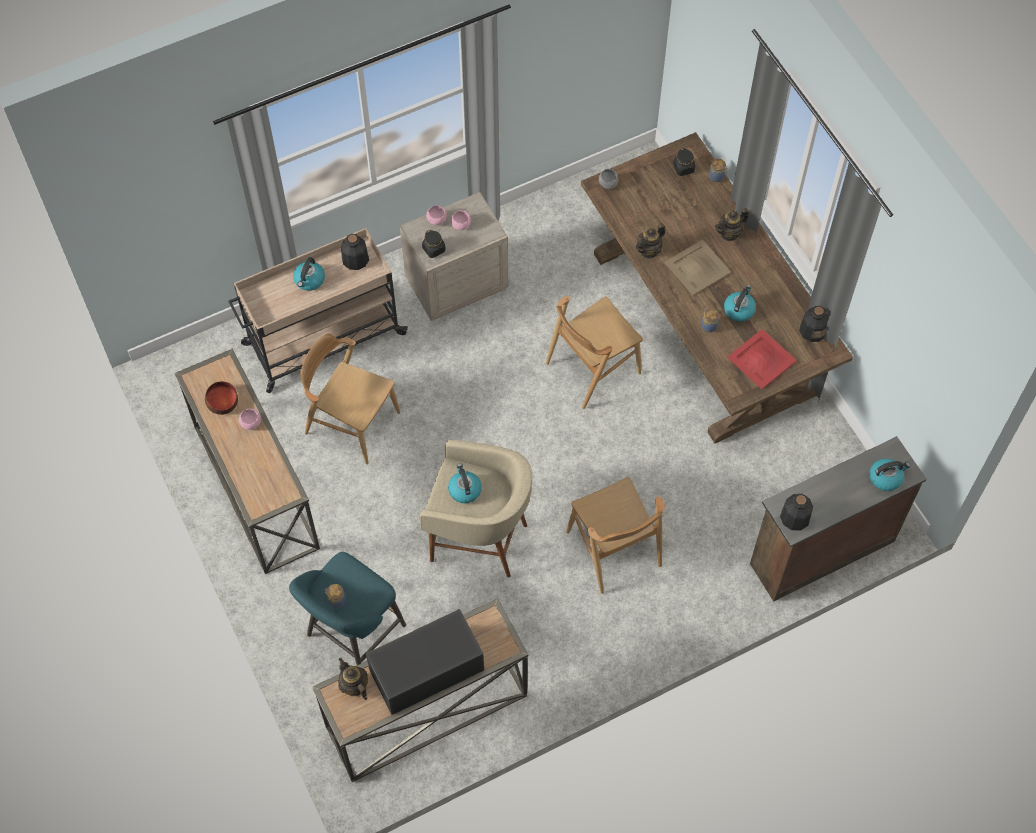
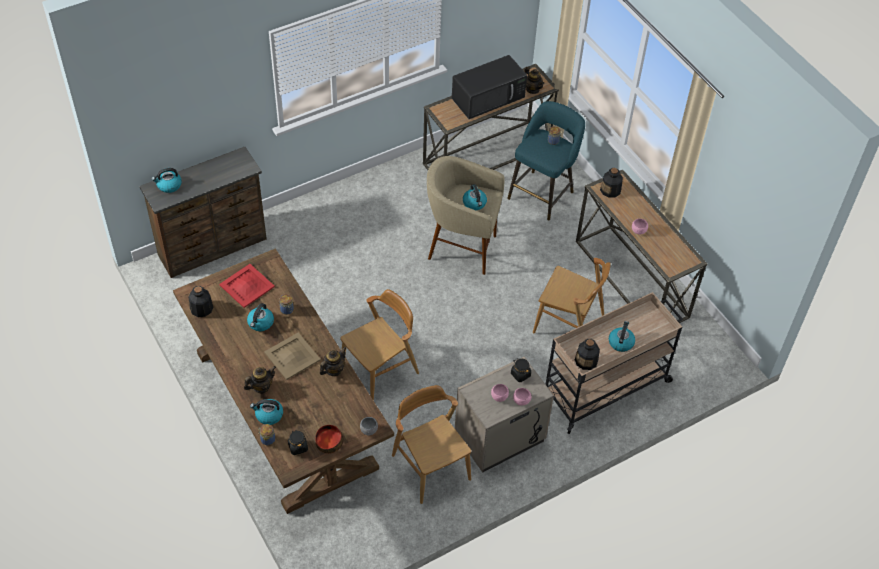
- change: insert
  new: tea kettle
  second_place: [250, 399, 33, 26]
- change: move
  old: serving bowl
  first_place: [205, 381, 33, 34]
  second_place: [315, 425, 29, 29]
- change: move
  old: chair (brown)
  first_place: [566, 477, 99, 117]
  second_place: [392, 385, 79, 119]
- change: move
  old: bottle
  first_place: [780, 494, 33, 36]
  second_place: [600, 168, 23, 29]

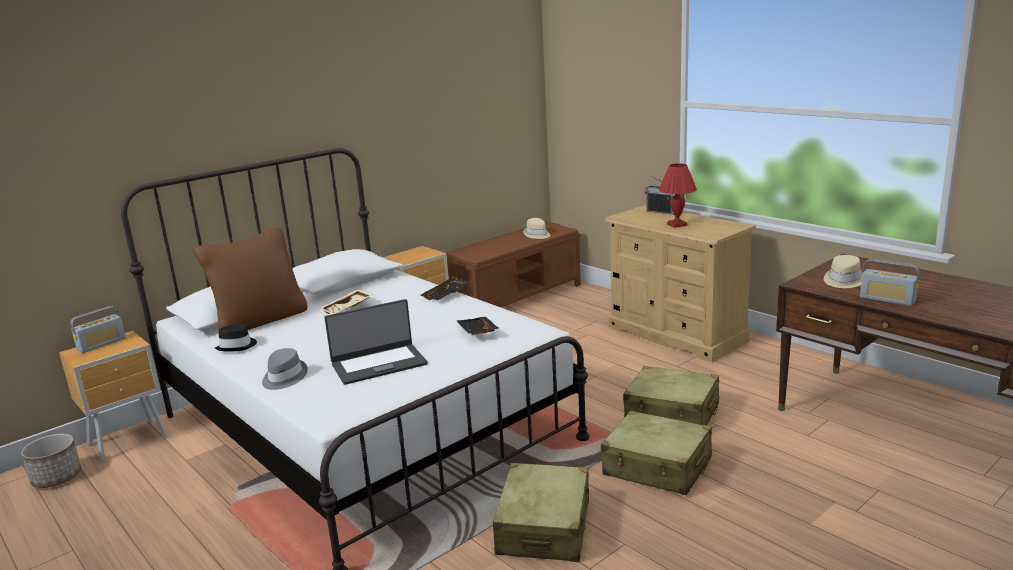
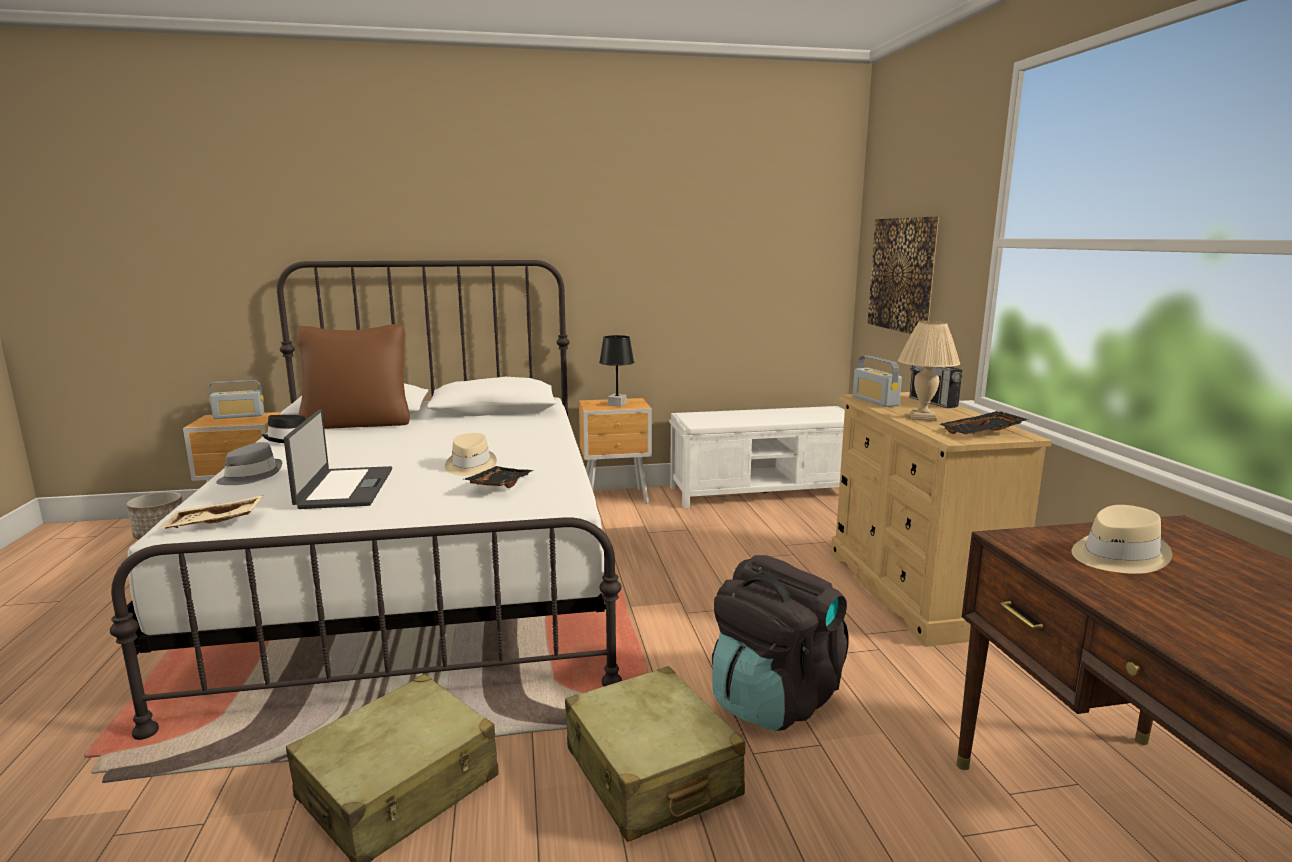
- change: insert
  new: lamp for a table (black-coloured)
  second_place: [599, 335, 35, 72]
- change: insert
  new: picture
  second_place: [867, 217, 72, 117]
- change: move
  old: carrying tray (beige-coloured)
  first_place: [319, 289, 55, 25]
  second_place: [158, 495, 106, 34]
- change: move
  old: carrying tray (black-coloured)
  first_place: [420, 277, 51, 23]
  second_place: [939, 411, 90, 23]
- change: move
  old: clothing hat (beige-coloured)
  first_place: [523, 218, 27, 21]
  second_place: [445, 433, 52, 43]
- change: move
  old: radio receiver
  first_place: [860, 259, 59, 47]
  second_place: [853, 356, 49, 51]
- change: replace
  old: suitcase (beige-coloured)
  new: rucksack (black-coloured)
  first_place: [623, 366, 96, 59]
  second_place: [712, 555, 137, 176]
- change: recolor
  old: long seat (brown)
  new: long seat (white-coloured)
  first_place: [445, 221, 136, 86]
  second_place: [669, 406, 176, 102]
- change: recolor
  old: lamp for a table (red-coloured)
  new: lamp for a table (beige-coloured)
  first_place: [659, 164, 38, 64]
  second_place: [898, 321, 62, 100]
- change: rotate
  old: portable computer
  first_place: [324, 299, 104, 86]
  second_place: [284, 409, 108, 100]
  degrees: -105

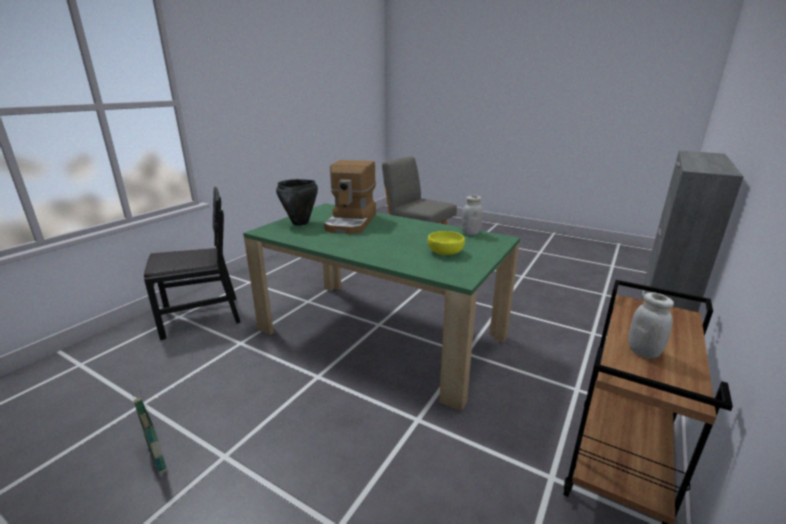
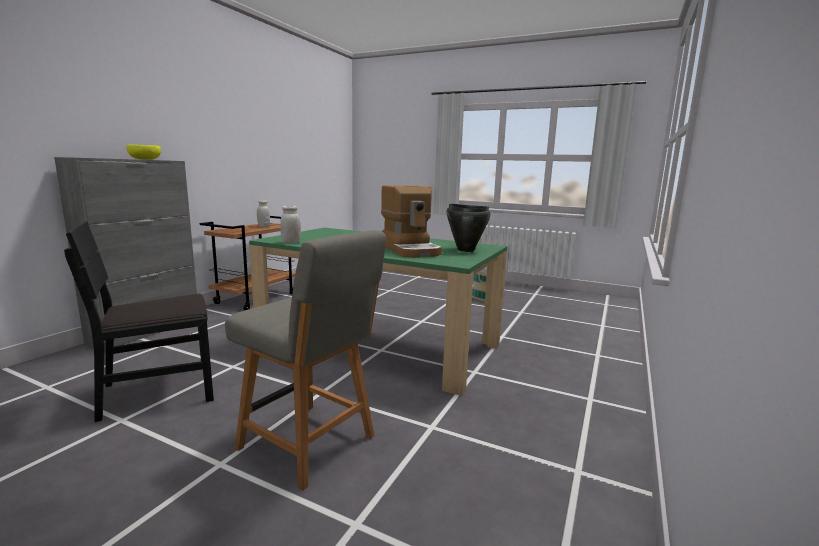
- change: move
  old: chair (black-coloured)
  first_place: [144, 187, 96, 153]
  second_place: [64, 221, 150, 201]
- change: move
  old: serving bowl (yellow)
  first_place: [428, 231, 37, 24]
  second_place: [127, 145, 34, 15]
- change: rotate
  old: coffee brewer
  first_place: [324, 160, 52, 74]
  second_place: [381, 185, 61, 73]
  degrees: 150

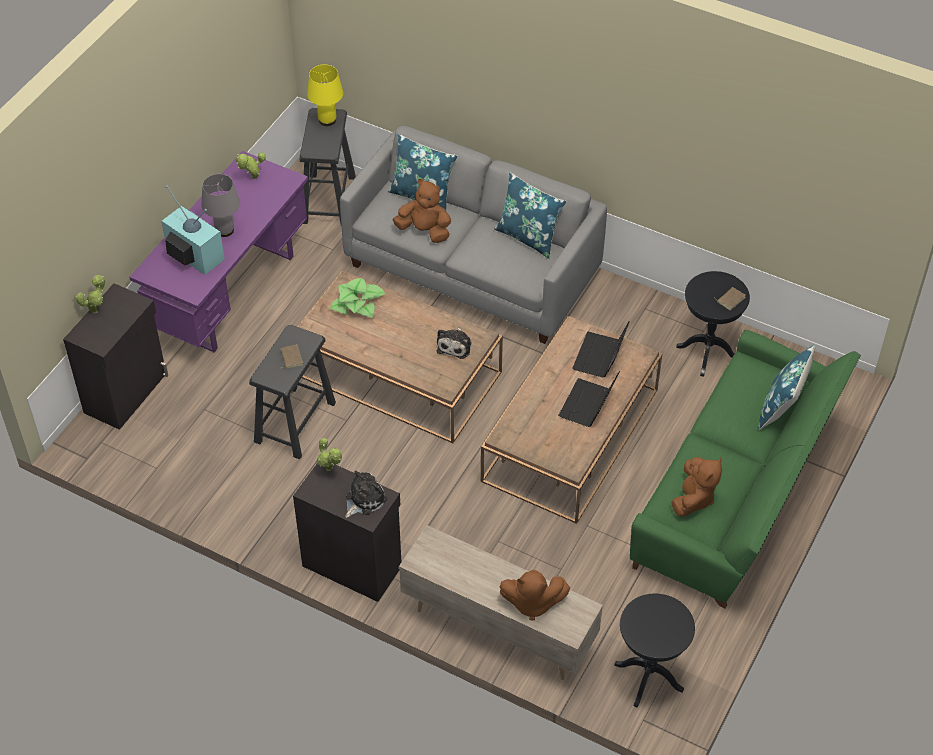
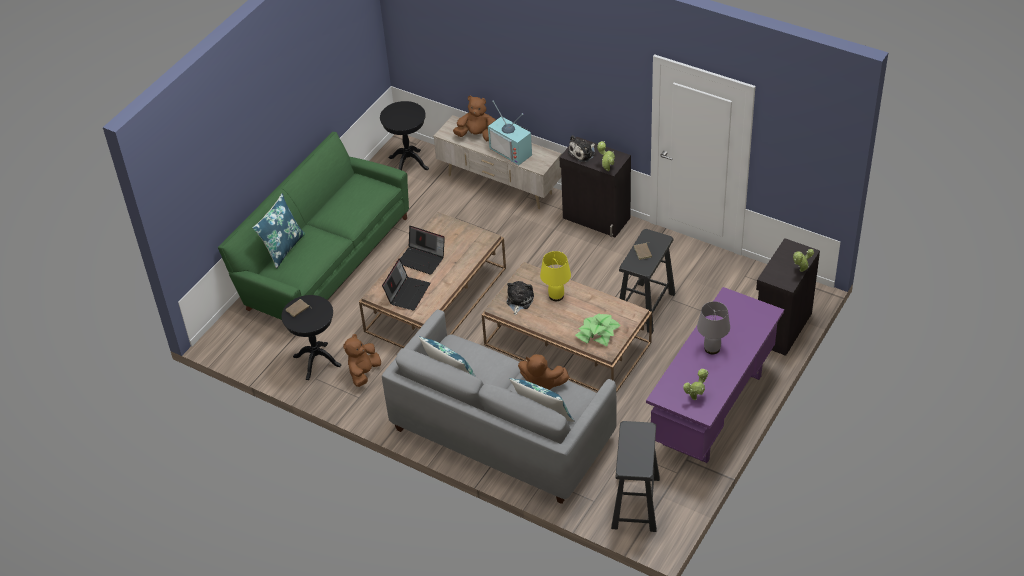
- change: move
  old: television
  first_place: [162, 185, 63, 90]
  second_place: [488, 100, 44, 65]
- change: move
  old: lamp for a table (yellow)
  first_place: [307, 64, 36, 62]
  second_place: [540, 251, 31, 50]
- change: move
  old: plush toy (brown)
  first_place: [672, 457, 50, 59]
  second_place: [343, 334, 38, 53]
- change: rotate
  old: portable computer
  first_place: [558, 371, 62, 56]
  second_place: [400, 226, 45, 49]
  degrees: 90

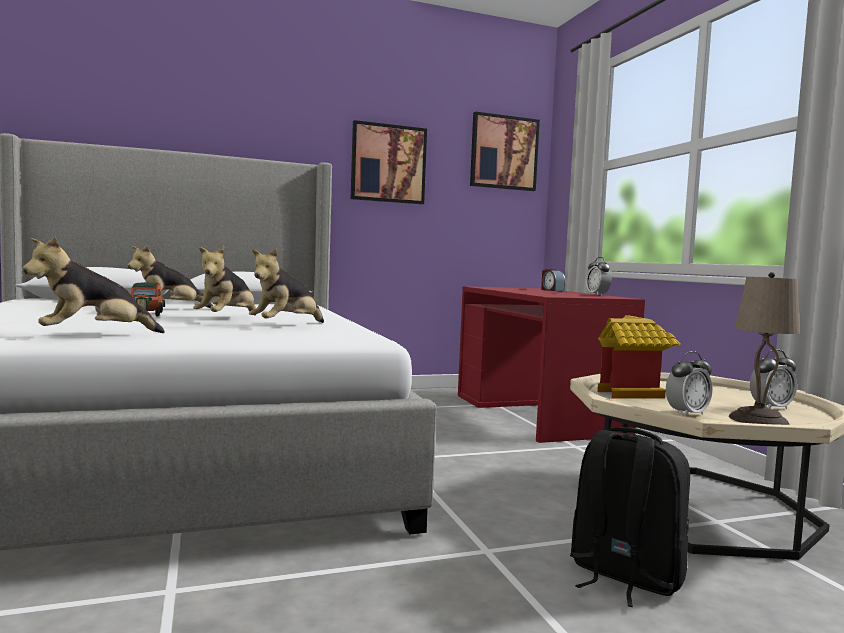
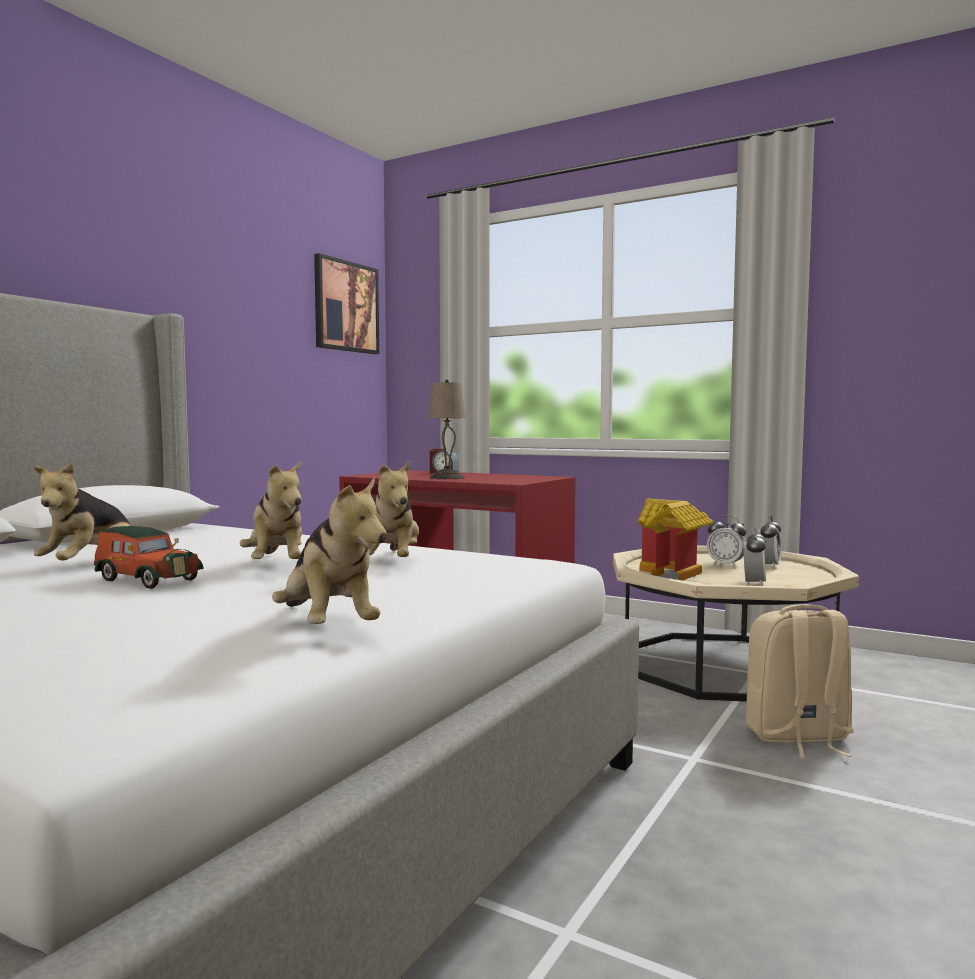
- change: delete
  old: picture
  first_place: [351, 120, 76, 84]
- change: move
  old: bedside clock
  first_place: [586, 257, 26, 38]
  second_place: [707, 515, 40, 52]
- change: move
  old: lamp for a table (beige-coloured)
  first_place: [729, 272, 71, 153]
  second_place: [428, 379, 38, 100]
- change: recolor
  old: rucksack (black-coloured)
  new: rucksack (beige-coloured)
  first_place: [570, 427, 120, 180]
  second_place: [746, 604, 108, 154]
- change: rotate
  old: plush toy
  first_place: [23, 236, 142, 97]
  second_place: [272, 477, 115, 147]
  degrees: -45

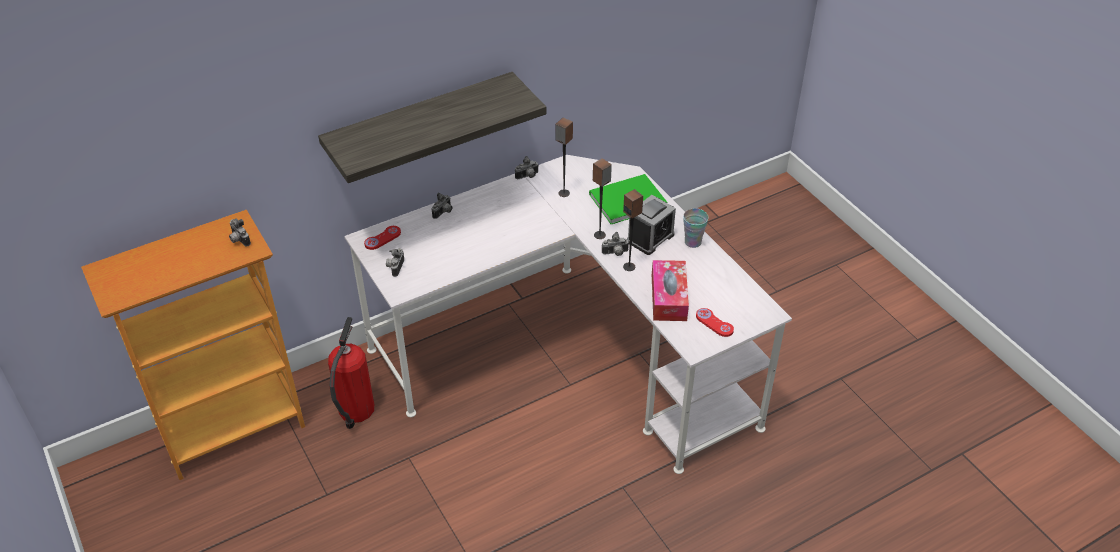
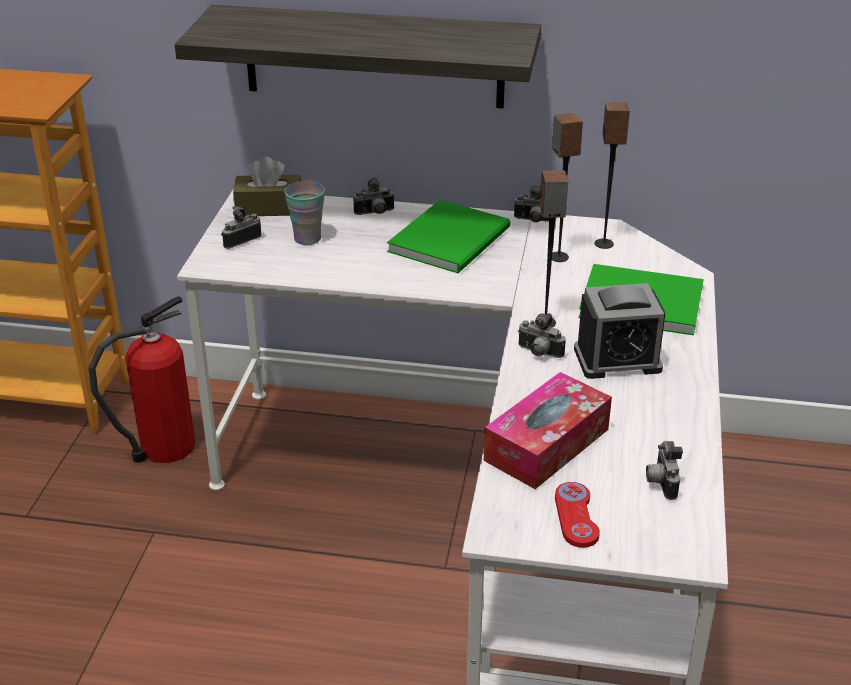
- change: insert
  new: bound book (green)
  second_place: [387, 200, 123, 73]
- change: move
  old: still camera
  first_place: [229, 218, 22, 28]
  second_place: [646, 441, 37, 59]
- change: move
  old: audio speaker
  first_place: [623, 189, 20, 82]
  second_place: [594, 102, 36, 147]
- change: move
  old: drinking cup
  first_place: [683, 208, 26, 40]
  second_place: [285, 181, 40, 64]
- change: replace
  old: joypad (red-coloured)
  new: box of tissues (brown)
  first_place: [364, 226, 37, 24]
  second_place: [233, 157, 68, 59]

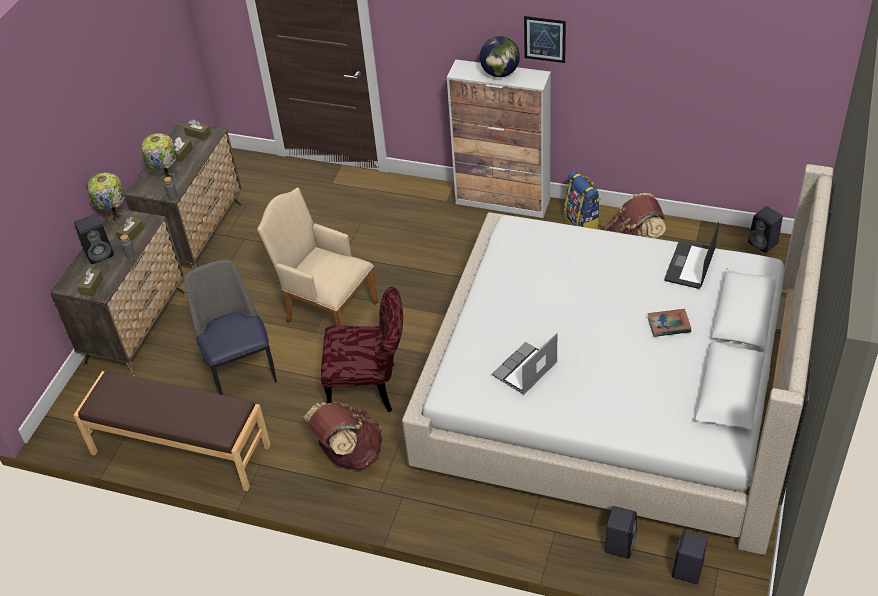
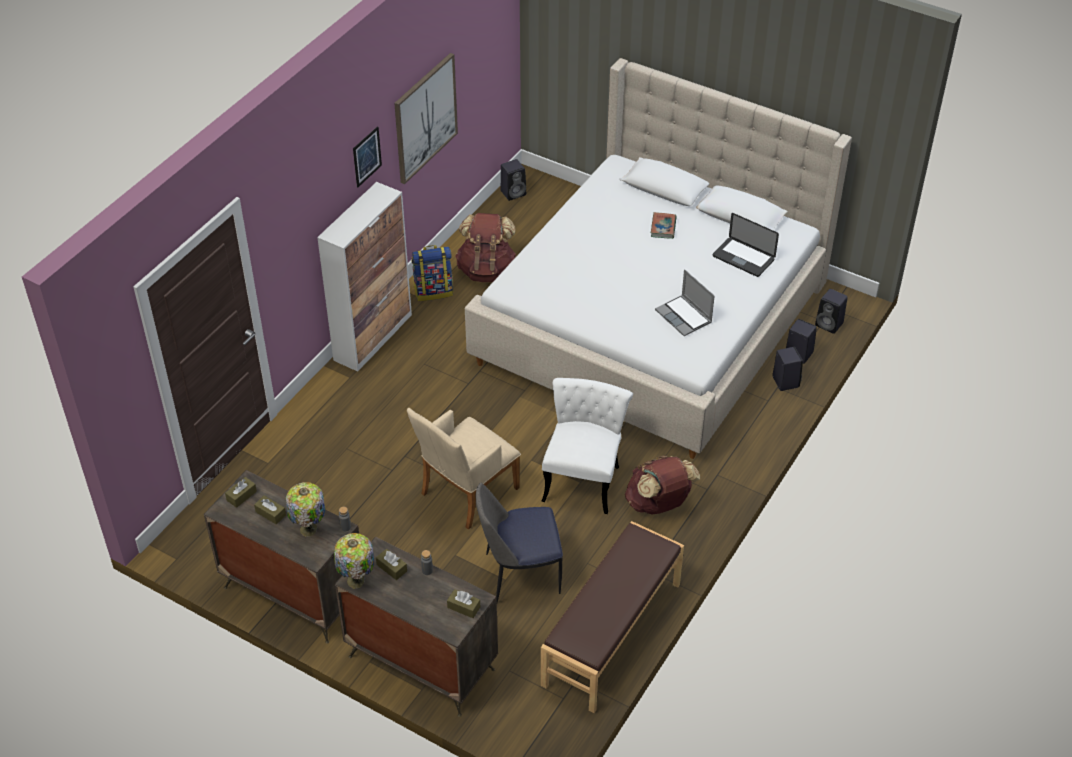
- change: delete
  old: world globe
  first_place: [480, 36, 40, 41]
- change: insert
  new: picture
  second_place: [394, 53, 64, 131]
- change: move
  old: audio speaker (black-coloured)
  first_place: [74, 214, 40, 50]
  second_place: [772, 347, 31, 44]
- change: move
  old: portable computer
  first_place: [664, 221, 55, 68]
  second_place: [713, 213, 66, 64]
- change: recolor
  old: chair (red-coloured)
  new: chair (white-coloured)
  first_place: [321, 287, 82, 125]
  second_place: [542, 378, 91, 136]

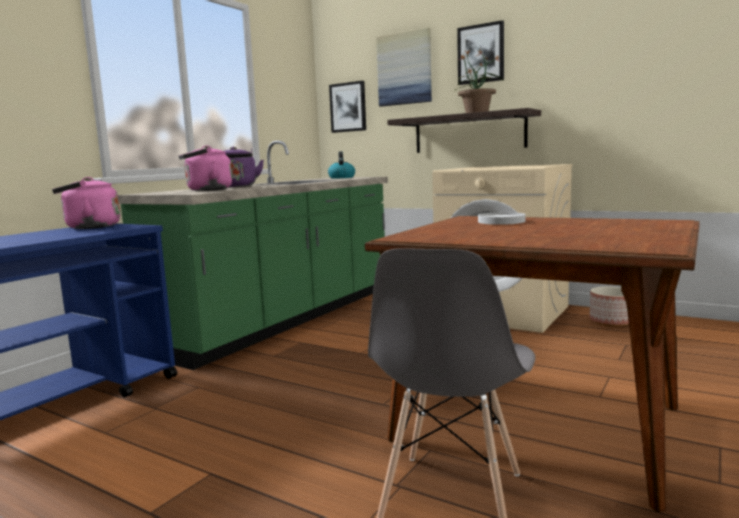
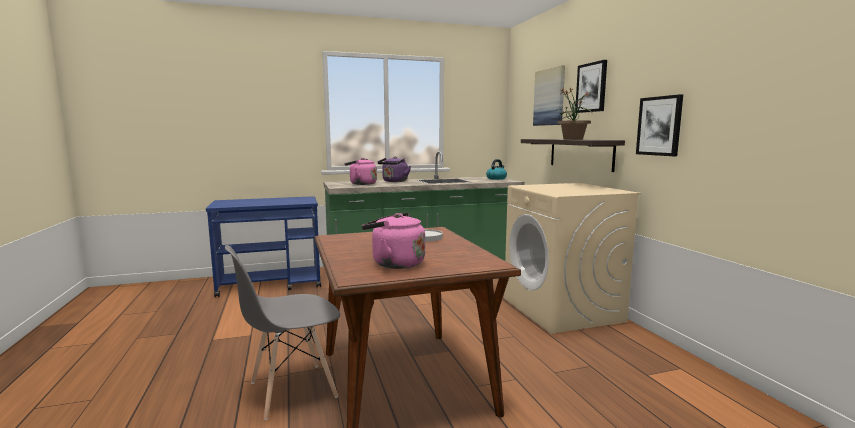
- change: delete
  old: planter
  first_place: [590, 287, 39, 40]
- change: move
  old: tea kettle (pink-coloured)
  first_place: [52, 177, 68, 52]
  second_place: [362, 213, 63, 56]
- change: move
  old: picture
  first_place: [329, 81, 37, 52]
  second_place: [636, 94, 47, 62]

